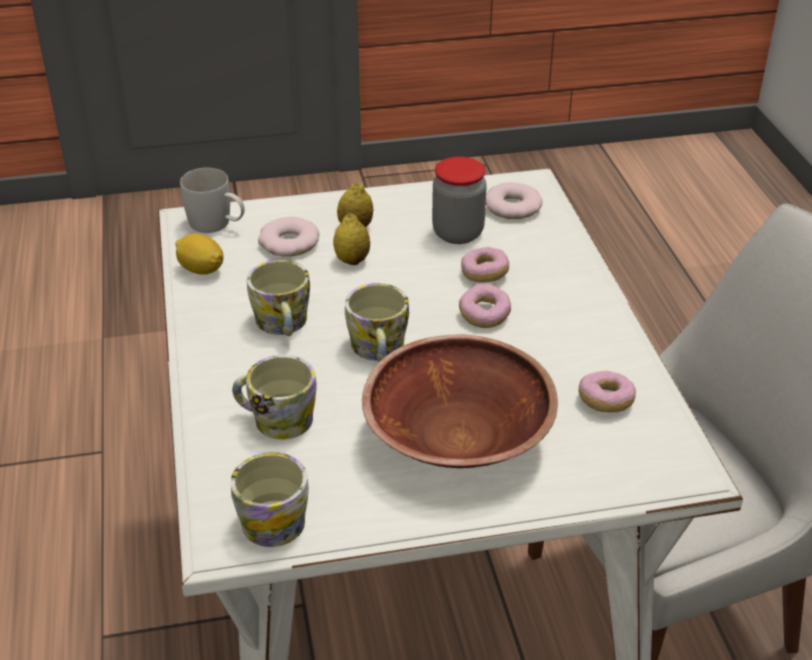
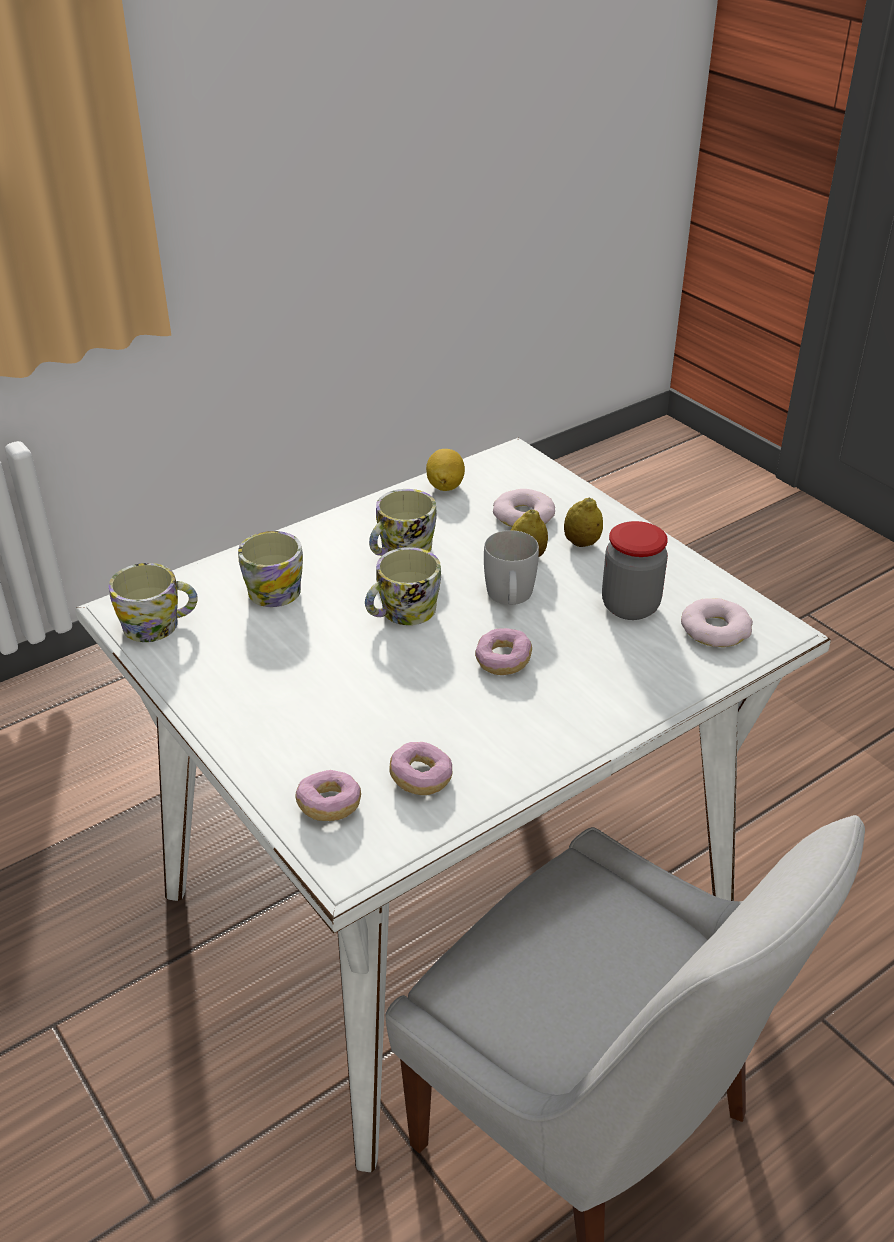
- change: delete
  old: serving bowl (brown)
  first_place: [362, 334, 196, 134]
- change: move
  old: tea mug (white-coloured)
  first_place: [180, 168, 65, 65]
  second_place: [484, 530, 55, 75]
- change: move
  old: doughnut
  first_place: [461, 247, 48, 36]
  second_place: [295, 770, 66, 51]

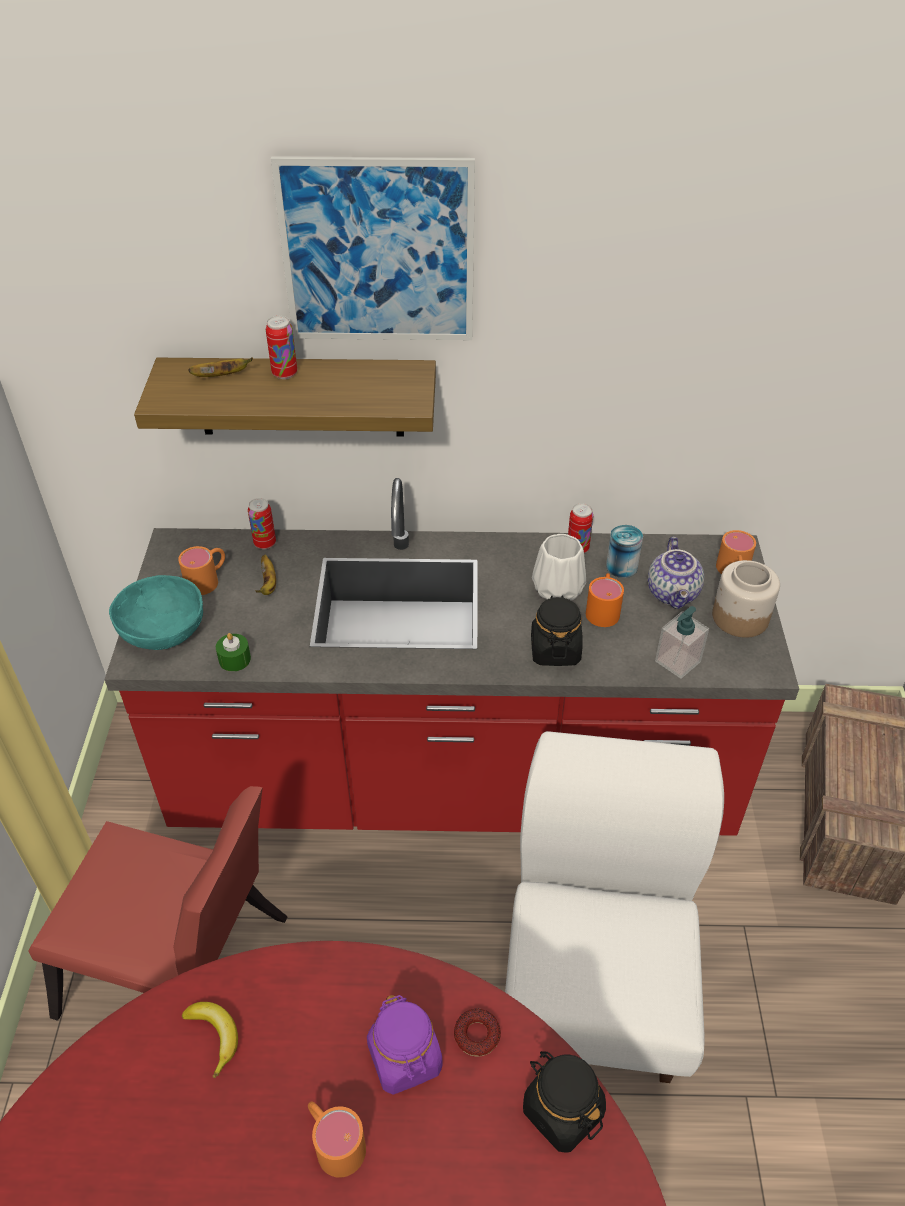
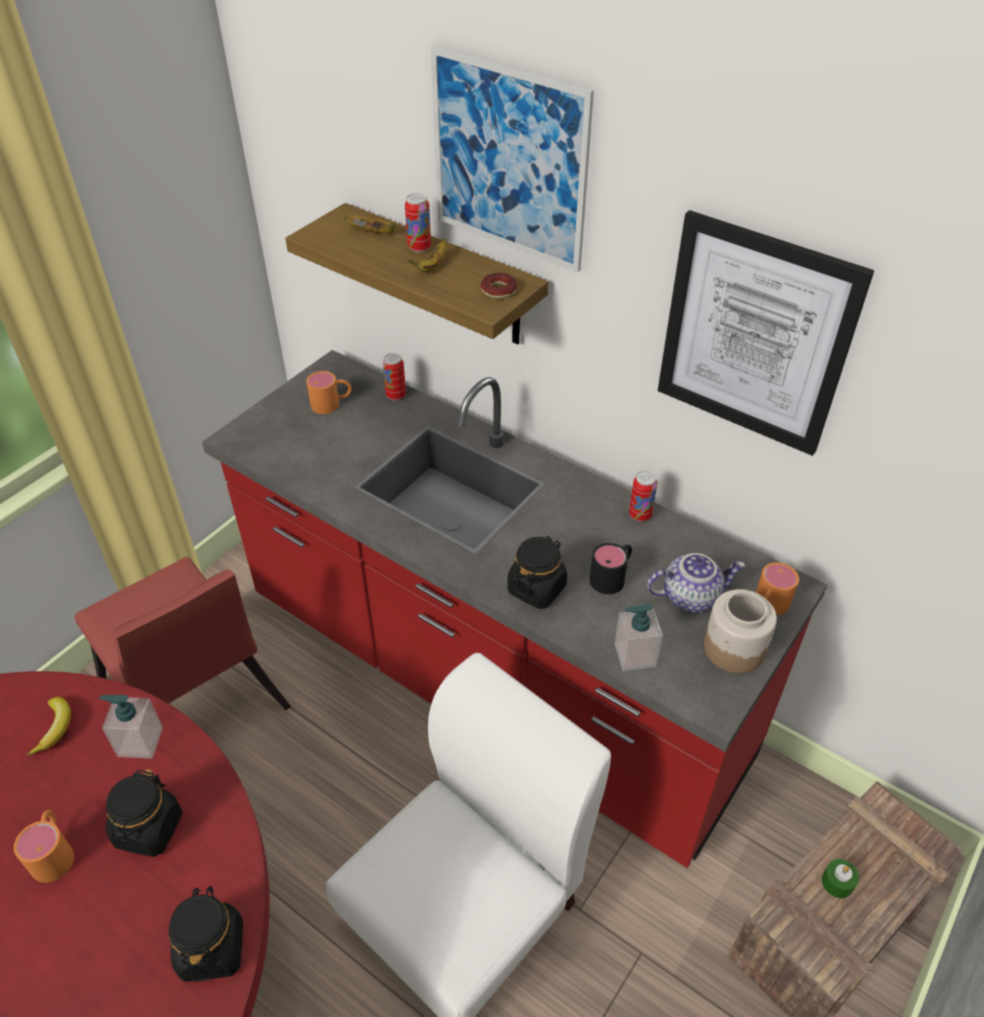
- change: delete
  old: serving bowl (turquoise)
  first_place: [109, 575, 94, 75]
- change: delete
  old: decorative vase (white-coloured)
  first_place: [532, 534, 54, 66]
- change: delete
  old: can
  first_place: [606, 525, 37, 53]
- change: insert
  new: soap bottle
  second_place: [99, 695, 64, 63]
- change: insert
  new: picture
  second_place: [658, 210, 216, 246]
- change: move
  old: wax light (green)
  first_place: [216, 633, 35, 38]
  second_place: [822, 859, 37, 39]
- change: move
  old: whole banana
  first_place: [255, 555, 21, 40]
  second_place: [408, 239, 40, 33]
- change: move
  old: doughnut
  first_place: [454, 1008, 47, 49]
  second_place: [481, 273, 36, 26]
- change: recolor
  old: storage jar (purplish)
  new: storage jar (black-coloured)
  first_place: [367, 995, 75, 99]
  second_place: [106, 769, 76, 88]
- change: recolor
  old: tea mug (orange-coloured)
  new: tea mug (black-coloured)
  first_place: [586, 573, 38, 54]
  second_place: [590, 543, 42, 51]
- change: rotate
  old: tea pot
  first_place: [648, 537, 56, 72]
  second_place: [647, 553, 98, 59]
  degrees: -135

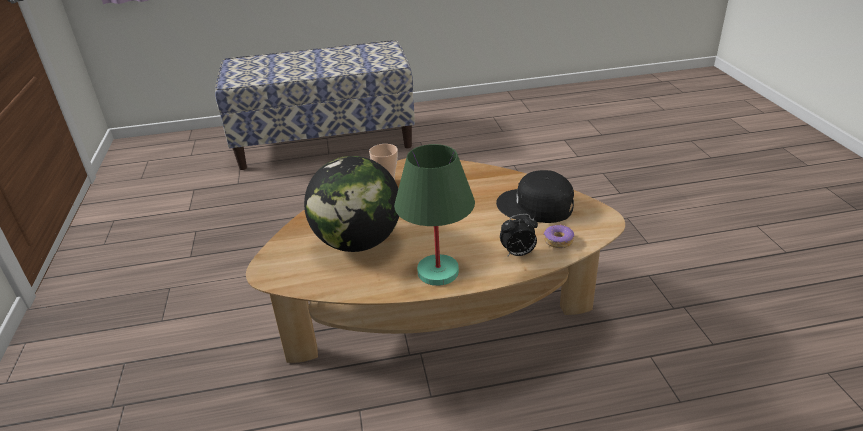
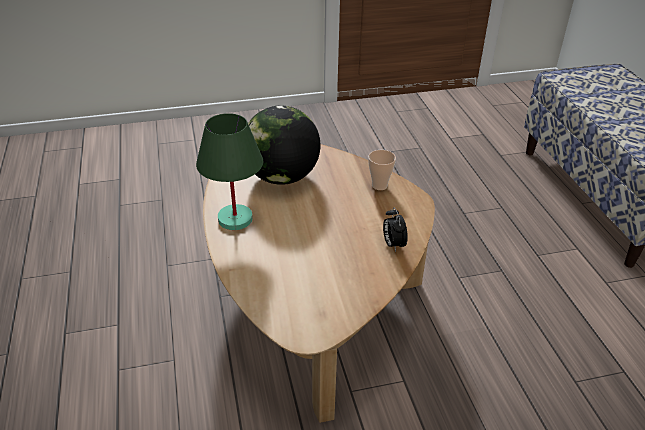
- change: delete
  old: peaked cap (black-coloured)
  first_place: [496, 170, 78, 53]
- change: delete
  old: doughnut
  first_place: [544, 225, 30, 23]
- change: move
  old: bedside clock
  first_place: [500, 214, 38, 43]
  second_place: [383, 208, 25, 44]

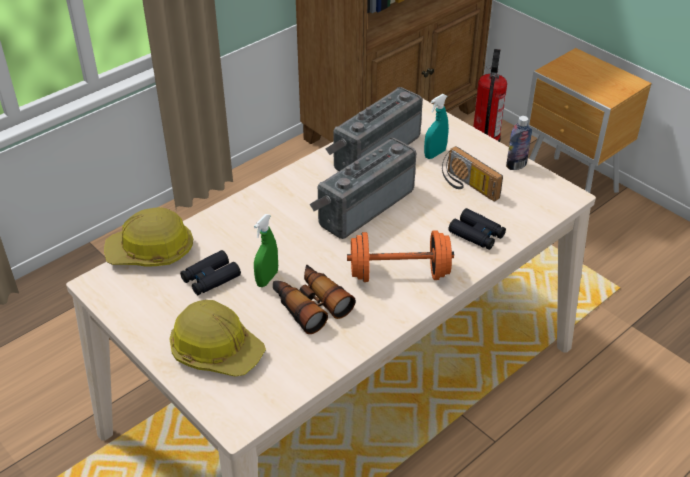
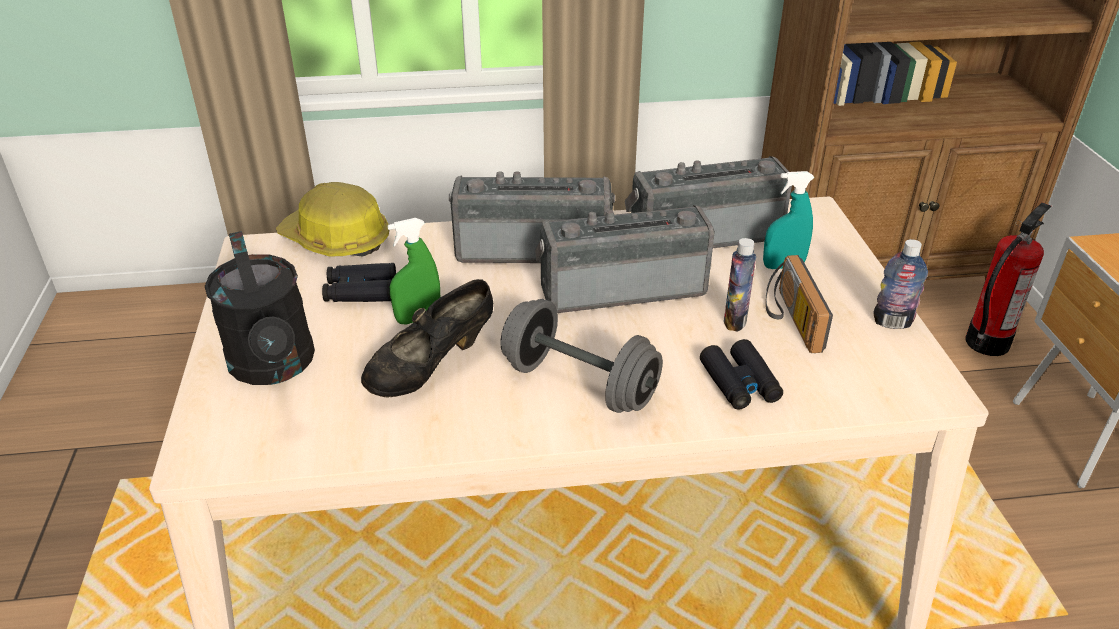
- change: insert
  new: radio receiver
  second_place: [449, 171, 166, 92]
- change: insert
  new: bottle
  second_place: [724, 238, 32, 94]
- change: replace
  old: hard hat
  new: watering pot (black-coloured)
  first_place: [169, 300, 97, 77]
  second_place: [205, 231, 110, 154]
- change: replace
  old: binoculars
  new: shoe (black-coloured)
  first_place: [273, 264, 83, 70]
  second_place: [361, 279, 132, 119]
- change: recolor
  old: hand weight (orange-coloured)
  new: hand weight (greyish)
  first_place: [347, 230, 107, 52]
  second_place: [501, 299, 162, 114]

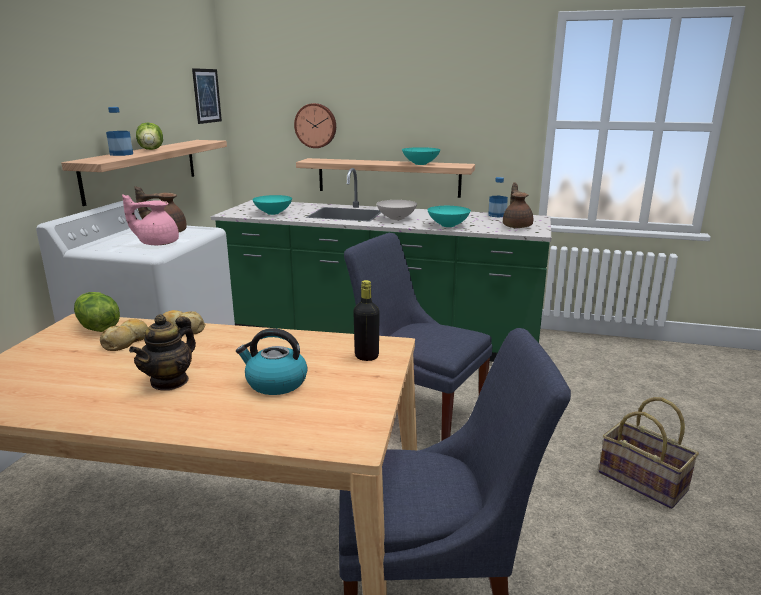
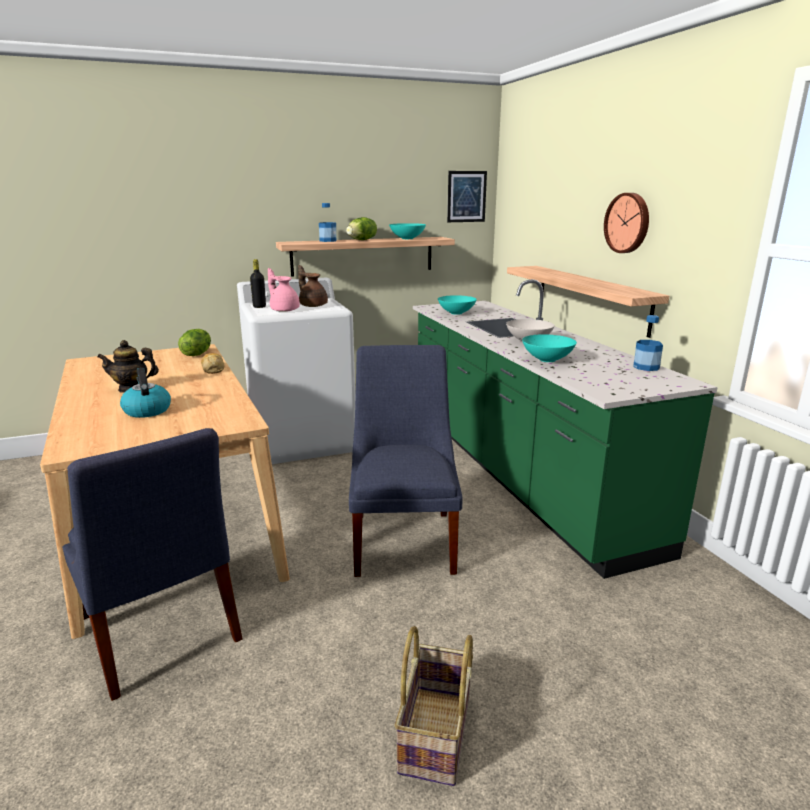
- change: delete
  old: bakery bread
  first_place: [100, 319, 48, 32]
- change: delete
  old: tea pot (brown)
  first_place: [503, 182, 30, 46]
- change: move
  old: wall clock
  first_place: [294, 103, 42, 45]
  second_place: [604, 193, 45, 60]
- change: move
  old: bottle (black-coloured)
  first_place: [353, 280, 27, 81]
  second_place: [250, 259, 16, 49]
- change: move
  old: serving bowl (turquoise)
  first_place: [402, 147, 38, 18]
  second_place: [389, 223, 37, 16]

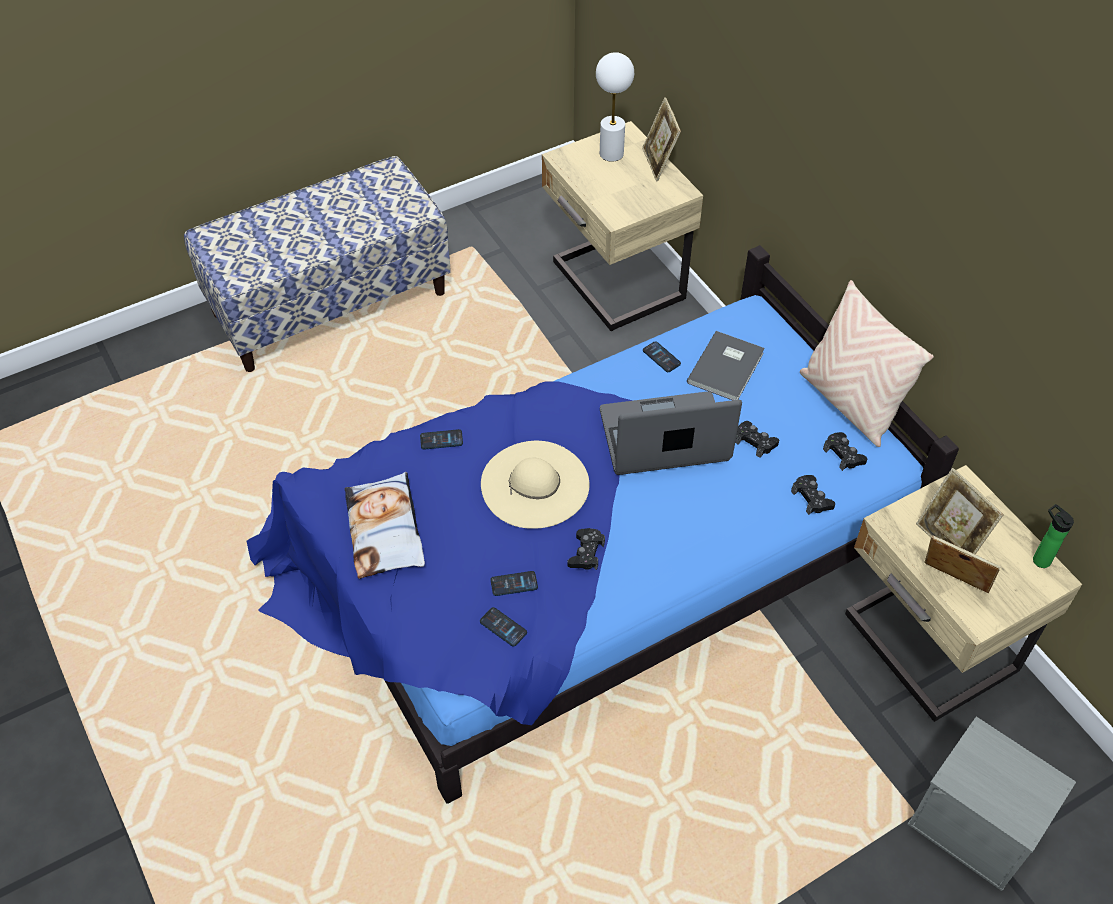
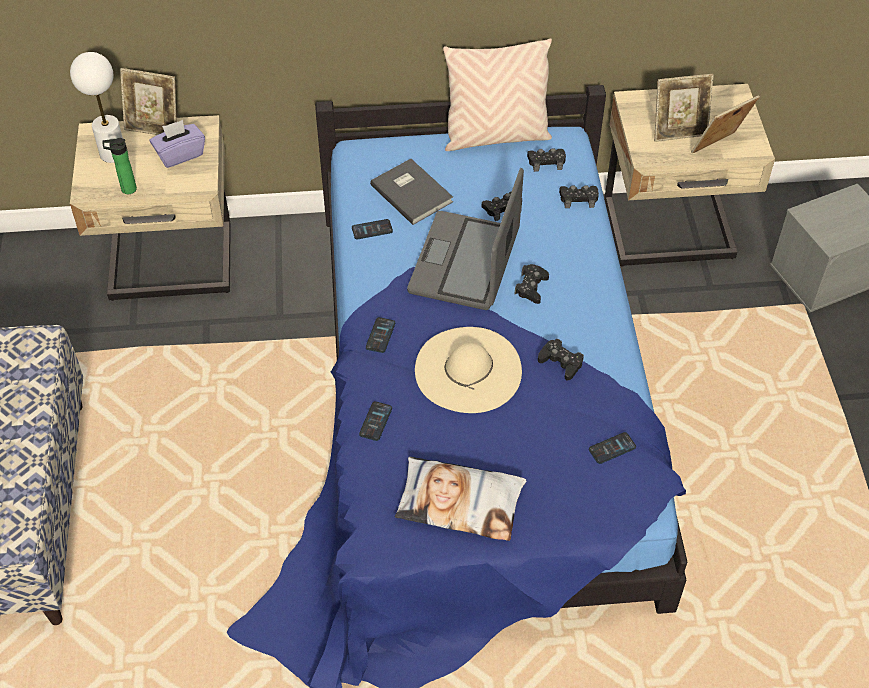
- change: insert
  new: box of tissues (purplish)
  second_place: [149, 120, 56, 48]
- change: insert
  new: joypad (black-coloured)
  second_place: [514, 264, 35, 40]
- change: move
  old: telephone
  first_place: [490, 571, 48, 25]
  second_place: [366, 317, 29, 36]
- change: move
  old: bottle
  first_place: [1033, 504, 41, 64]
  second_place: [102, 138, 35, 56]

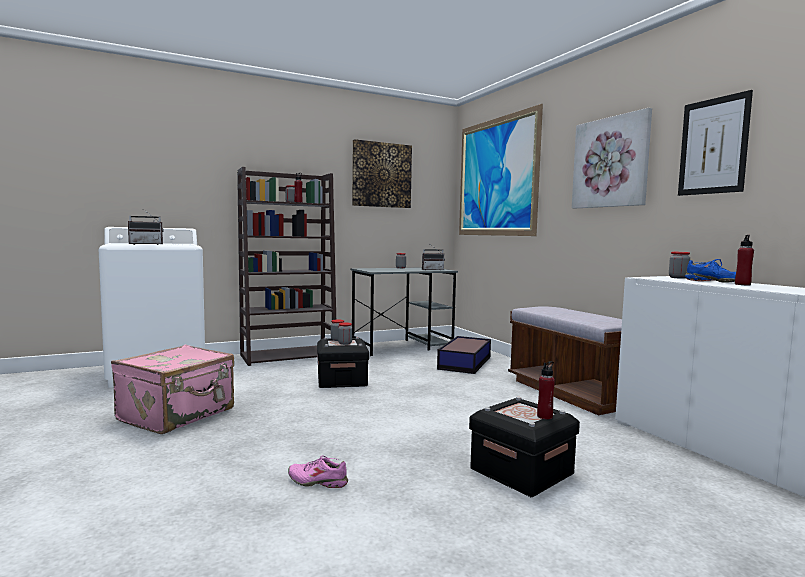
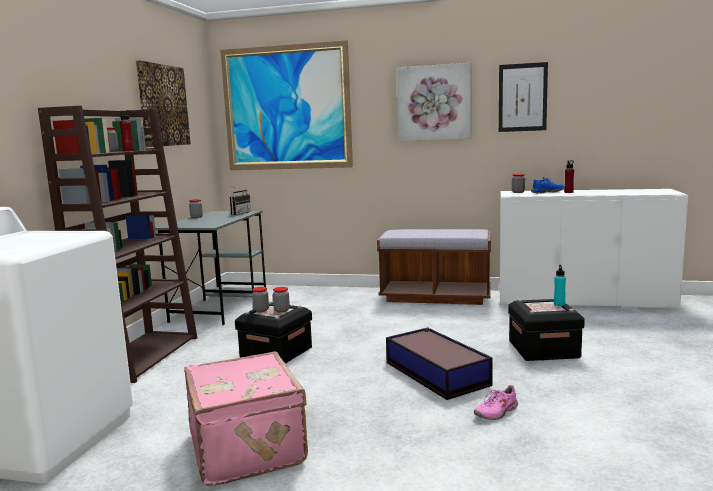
- change: delete
  old: radio receiver
  first_place: [128, 209, 35, 36]
- change: move
  old: storage container
  first_place: [437, 336, 54, 38]
  second_place: [386, 327, 107, 73]
- change: recolor
  old: bottle (red-coloured)
  new: bottle (turquoise)
  first_place: [537, 361, 18, 58]
  second_place: [554, 265, 12, 41]

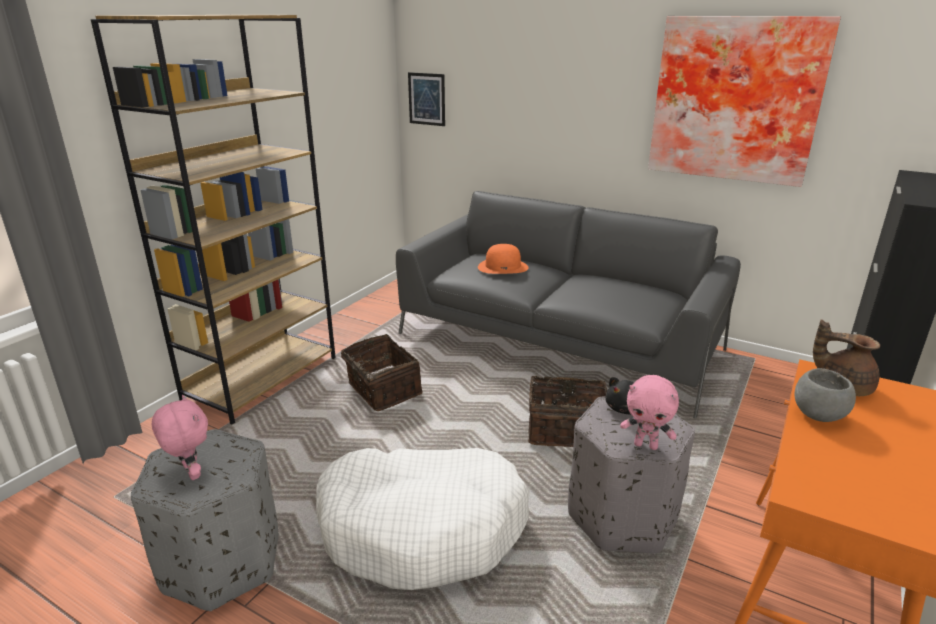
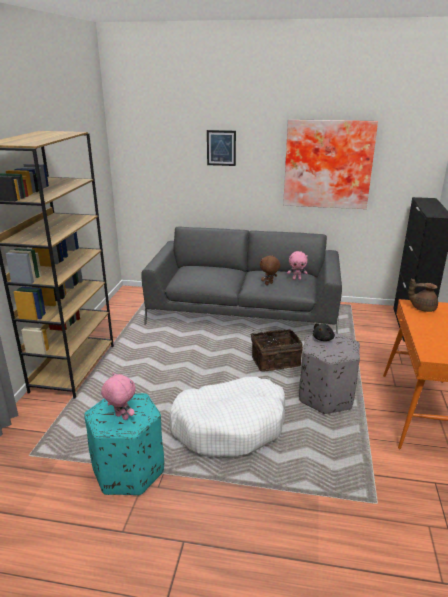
- change: delete
  old: storage basket
  first_place: [341, 334, 82, 77]
- change: delete
  old: clothing hat (orange-coloured)
  first_place: [478, 244, 50, 30]
- change: delete
  old: serving bowl (greyish)
  first_place: [795, 368, 61, 54]
- change: insert
  new: plush toy (brown)
  second_place: [260, 255, 20, 30]
- change: move
  old: picture
  first_place: [408, 72, 37, 54]
  second_place: [207, 130, 29, 36]
- change: move
  old: plush toy (pink-coloured)
  first_place: [620, 375, 59, 75]
  second_place: [287, 251, 21, 29]
- change: recolor
  old: ottoman (greyish)
  new: ottoman (turquoise)
  first_place: [131, 429, 148, 182]
  second_place: [84, 393, 80, 102]

